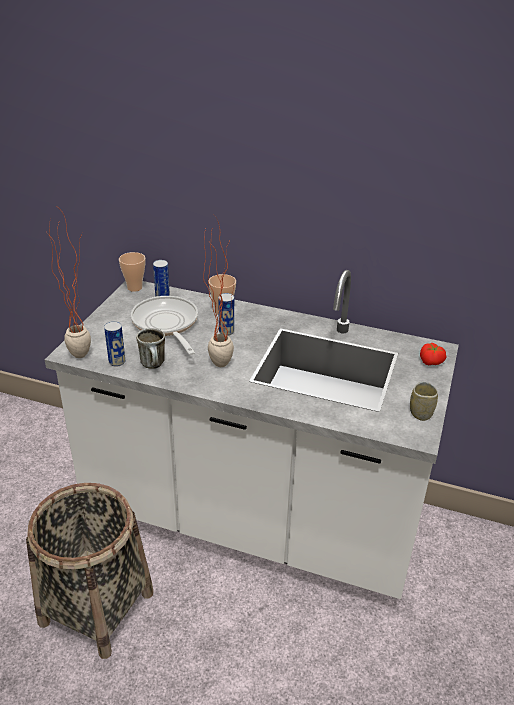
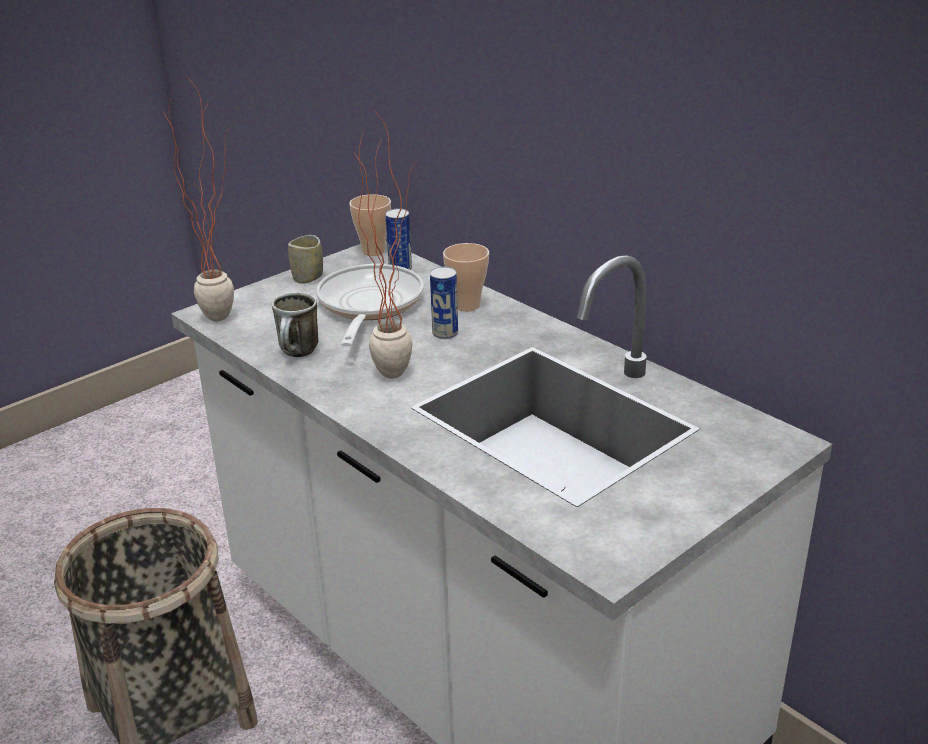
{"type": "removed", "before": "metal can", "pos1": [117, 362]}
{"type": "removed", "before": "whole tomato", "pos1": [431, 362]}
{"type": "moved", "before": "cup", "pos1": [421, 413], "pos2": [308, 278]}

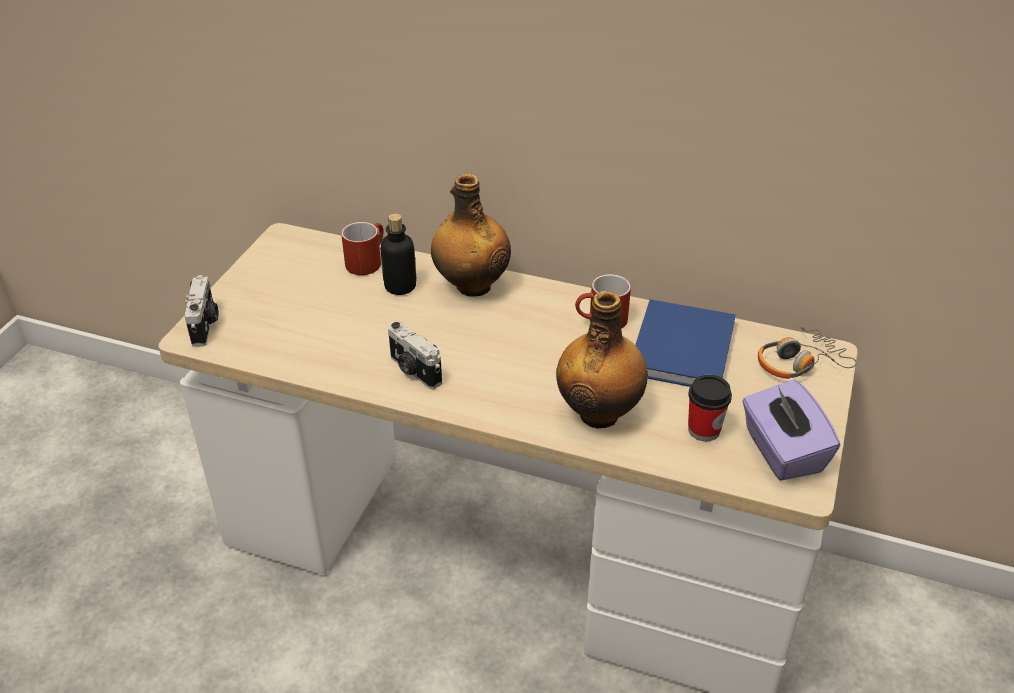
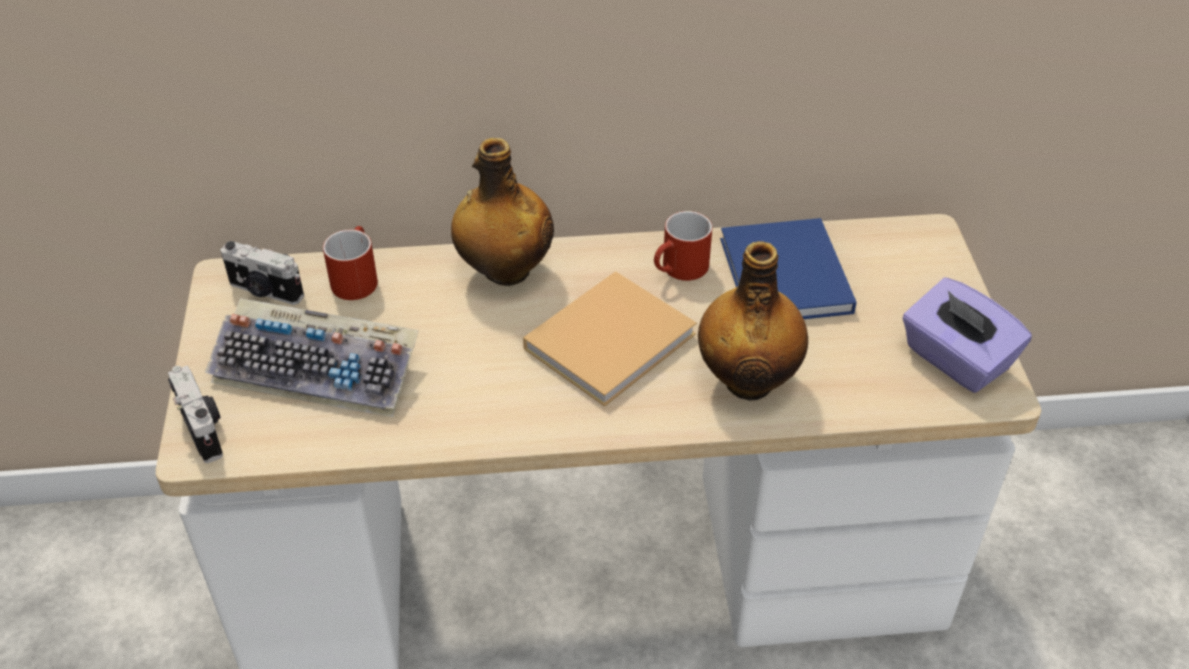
{"type": "removed", "before": "beverage bottle", "pos1": [400, 286]}
{"type": "moved", "before": "still camera", "pos1": [414, 371], "pos2": [265, 291]}
{"type": "removed", "before": "headset", "pos1": [799, 363]}
{"type": "removed", "before": "cup", "pos1": [704, 430]}
{"type": "added", "after": "beige volume", "pos2": [613, 339]}
{"type": "added", "after": "keyboard", "pos2": [320, 369]}

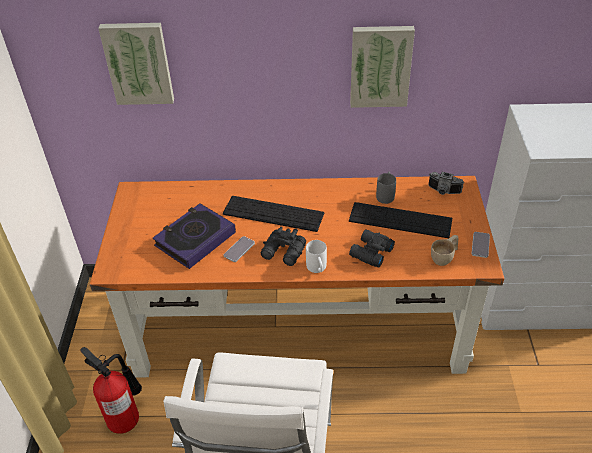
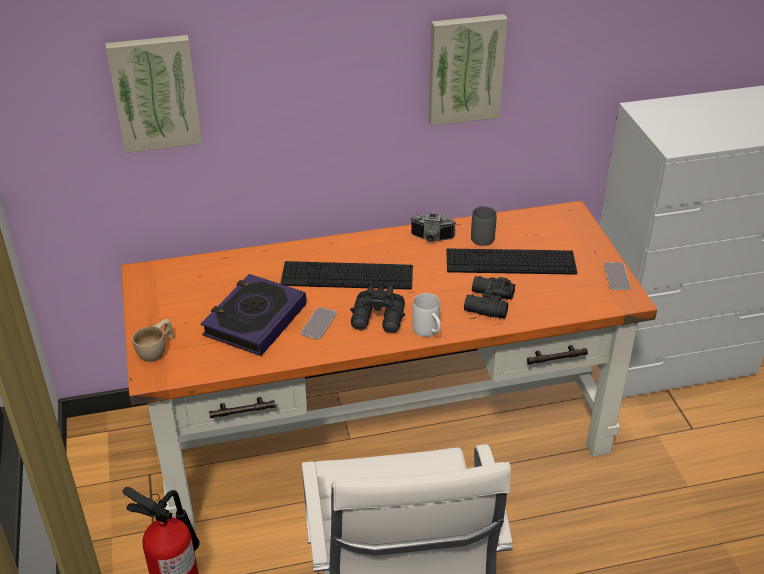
{"type": "moved", "before": "still camera", "pos1": [443, 192], "pos2": [431, 239]}
{"type": "moved", "before": "beige cup", "pos1": [445, 257], "pos2": [157, 350]}

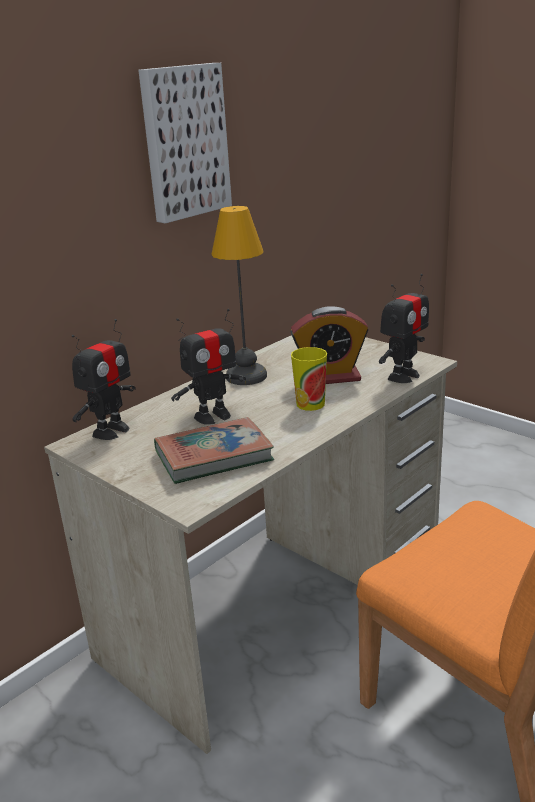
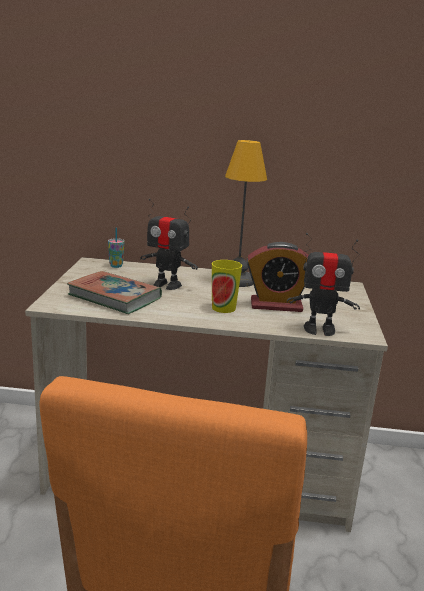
{"type": "removed", "before": "wall picture", "pos1": [183, 142]}
{"type": "turned", "before": "bedside clock", "pos1": [330, 377], "pos2": [276, 305], "turn": -45}
{"type": "replaced", "before": "toy robot", "after": "cup", "pos1": [111, 431], "pos2": [116, 266]}

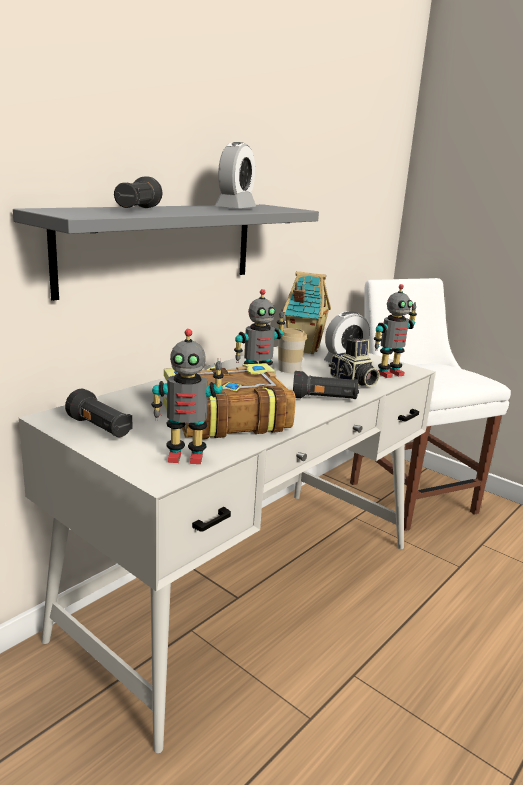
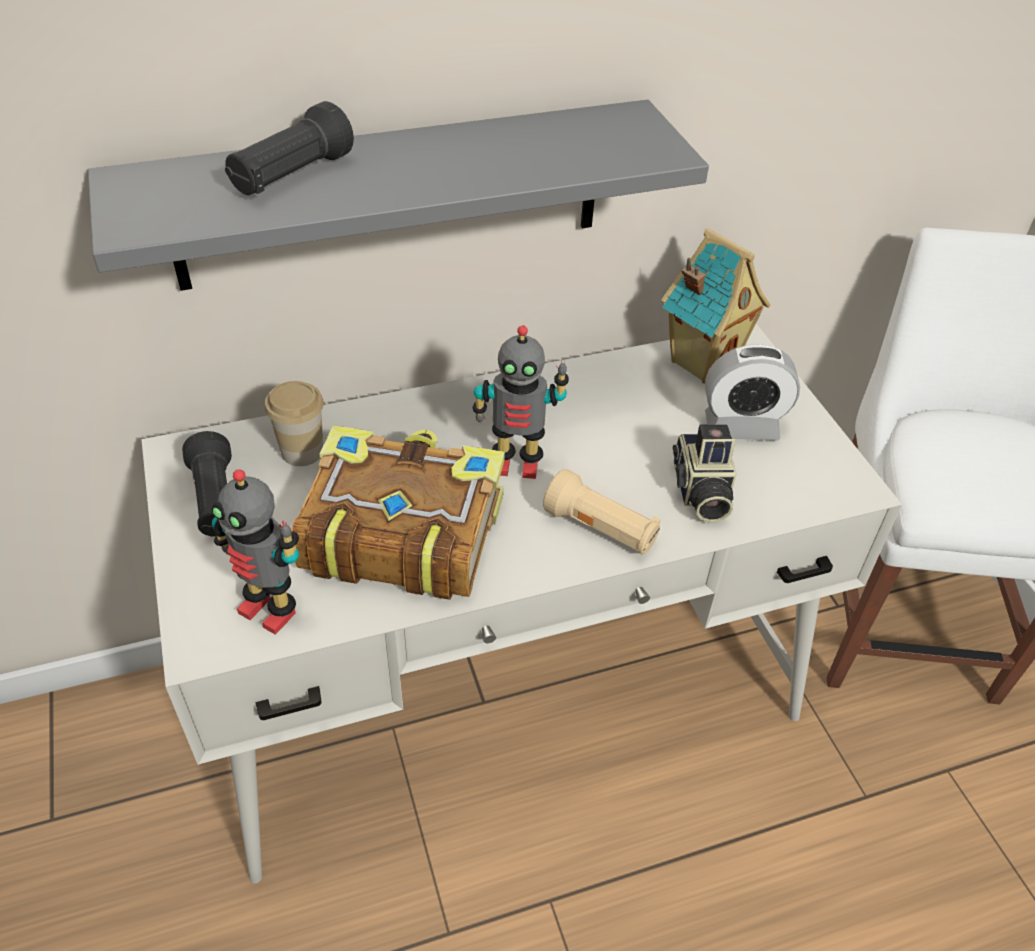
{"type": "removed", "before": "bedside clock", "pos1": [235, 208]}
{"type": "removed", "before": "toy robot", "pos1": [389, 373]}
{"type": "moved", "before": "cup", "pos1": [289, 369], "pos2": [302, 451]}
{"type": "recoloured", "before": "blackish torch", "after": "beige torch", "pos1": [324, 399], "pos2": [600, 530]}

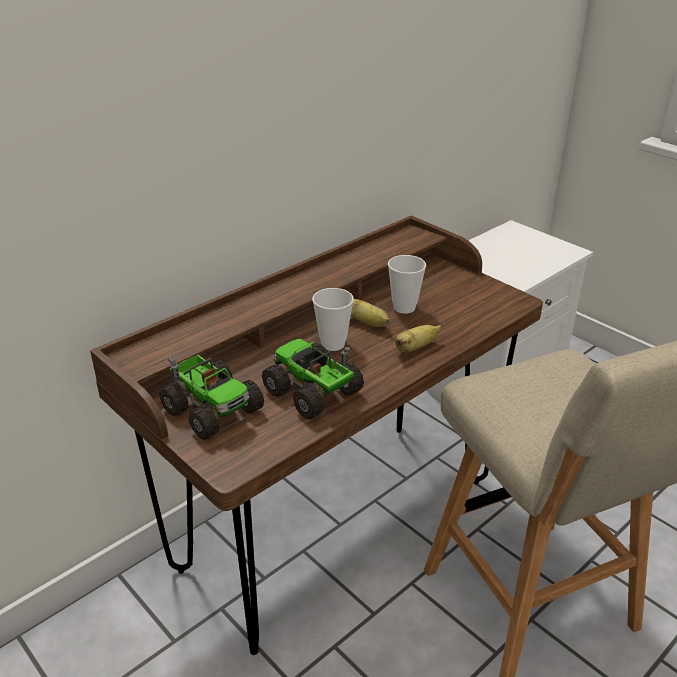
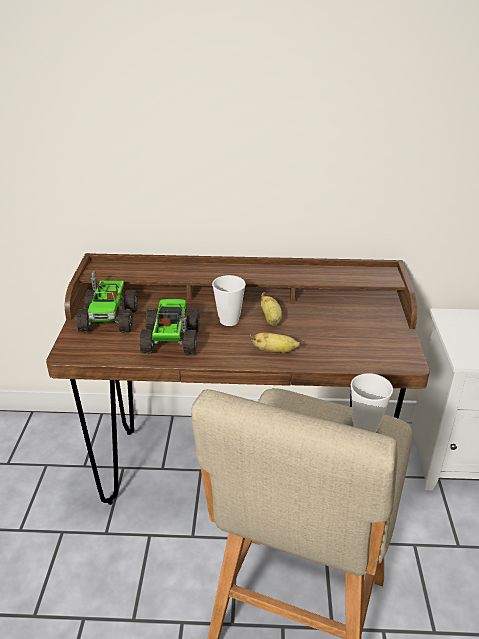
{"type": "moved", "before": "cup", "pos1": [404, 307], "pos2": [365, 427]}

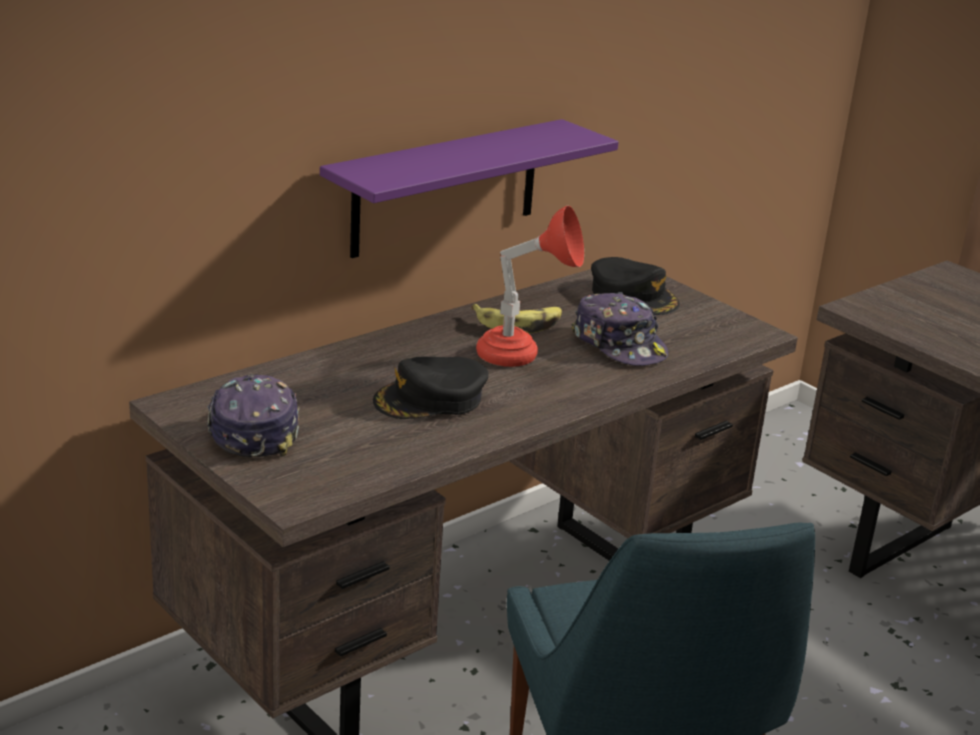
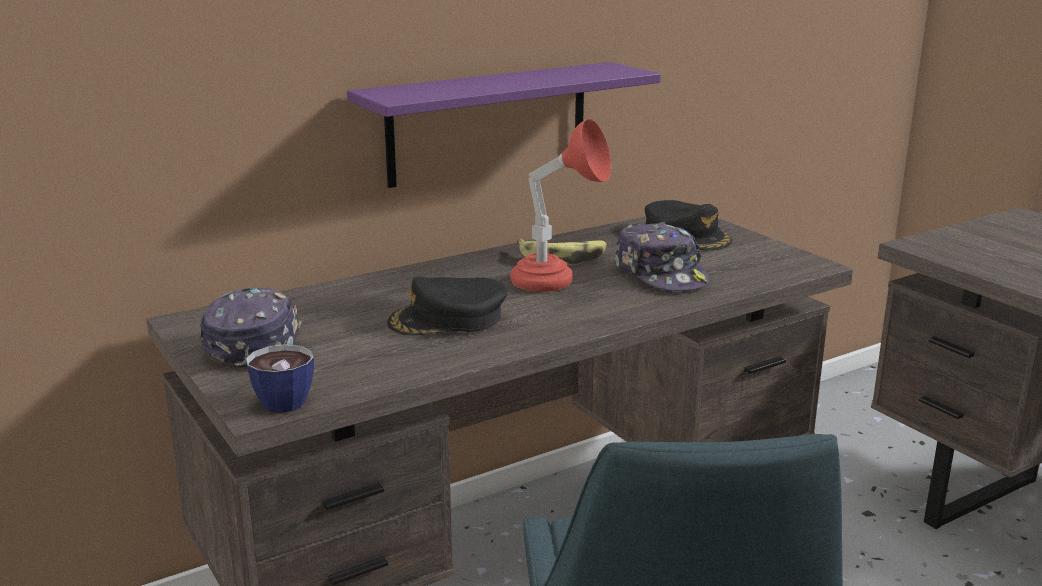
{"type": "added", "after": "cup", "pos2": [288, 398]}

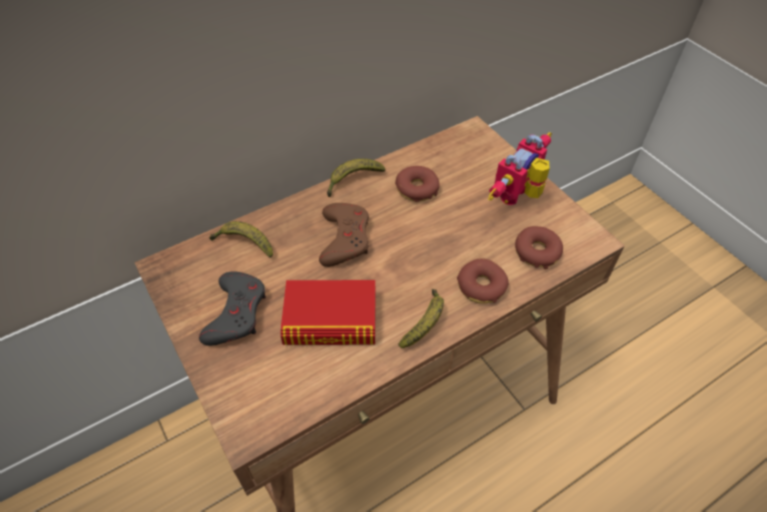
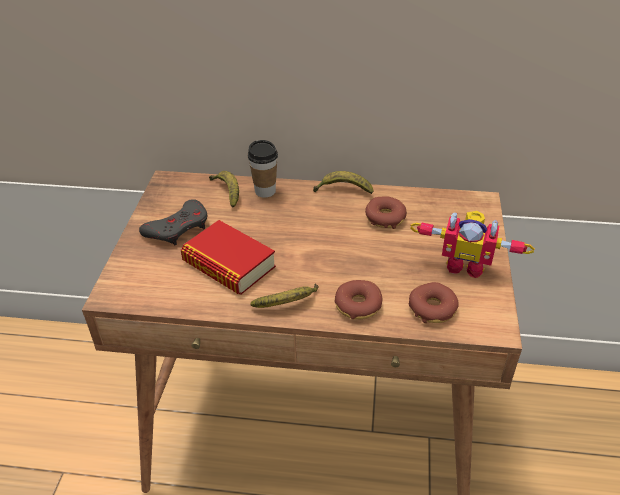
{"type": "turned", "before": "toy robot", "pos1": [520, 197], "pos2": [465, 264], "turn": -150}
{"type": "removed", "before": "brownish joypad", "pos1": [345, 238]}
{"type": "added", "after": "cup", "pos2": [265, 191]}

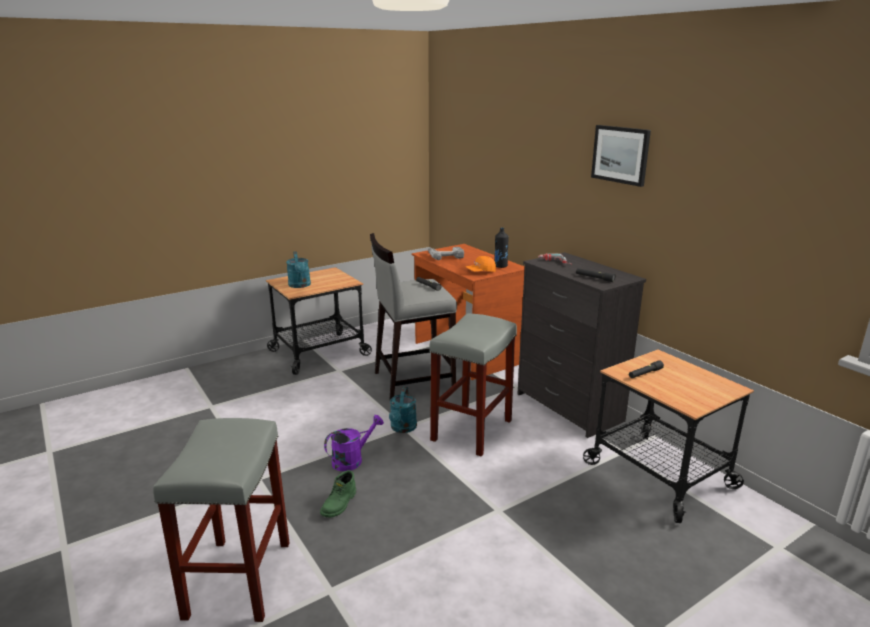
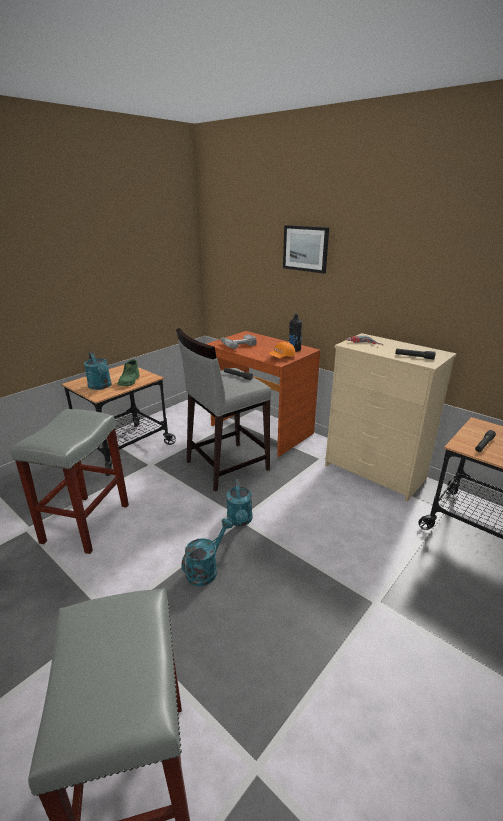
{"type": "moved", "before": "wall picture", "pos1": [620, 154], "pos2": [305, 248]}
{"type": "recoloured", "before": "blackish drawer chest", "after": "beige drawer chest", "pos1": [569, 408], "pos2": [375, 472]}
{"type": "moved", "before": "greyish stool seat", "pos1": [472, 429], "pos2": [86, 522]}
{"type": "recoloured", "before": "purplish watering pot", "after": "blue-green watering pot", "pos1": [352, 460], "pos2": [206, 569]}
{"type": "moved", "before": "green boot", "pos1": [339, 504], "pos2": [130, 381]}

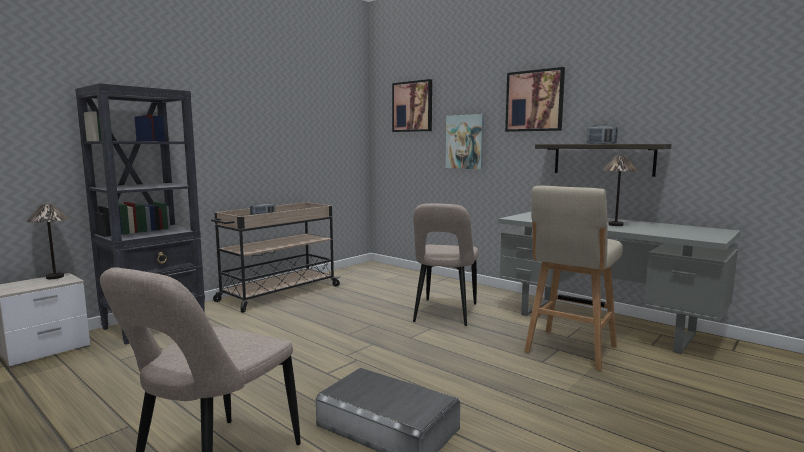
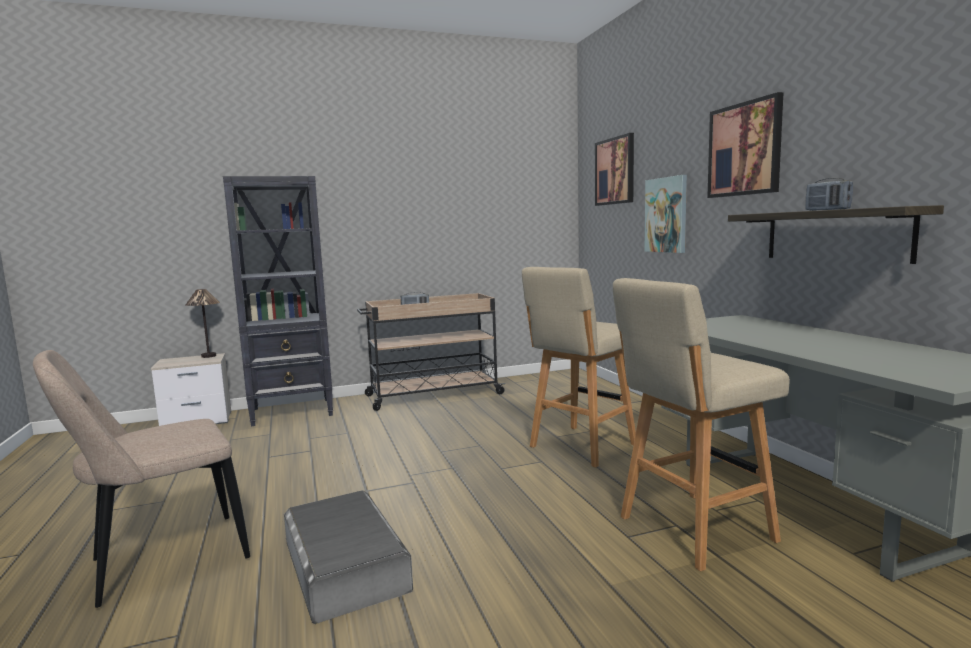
{"type": "removed", "before": "table lamp", "pos1": [616, 225]}
{"type": "replaced", "before": "beige upright chair", "after": "beige stool seat", "pos1": [444, 314], "pos2": [580, 446]}

